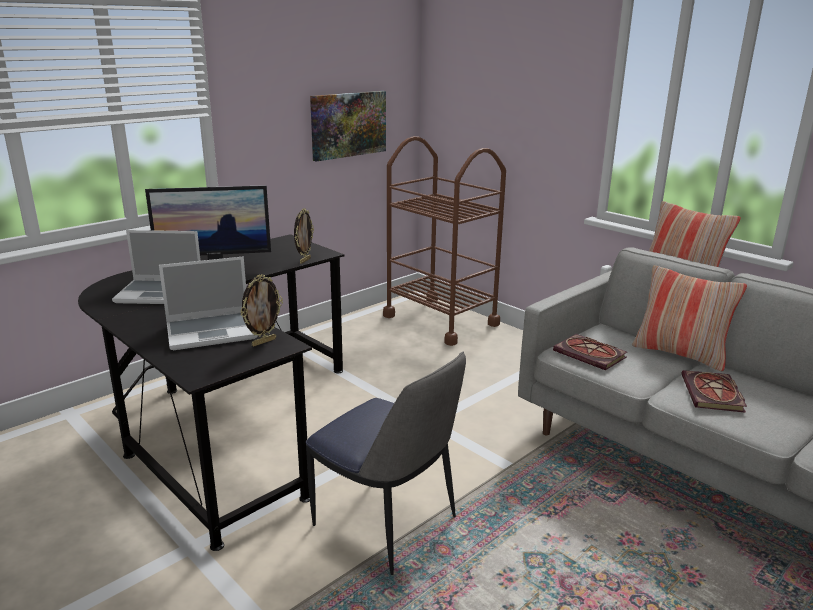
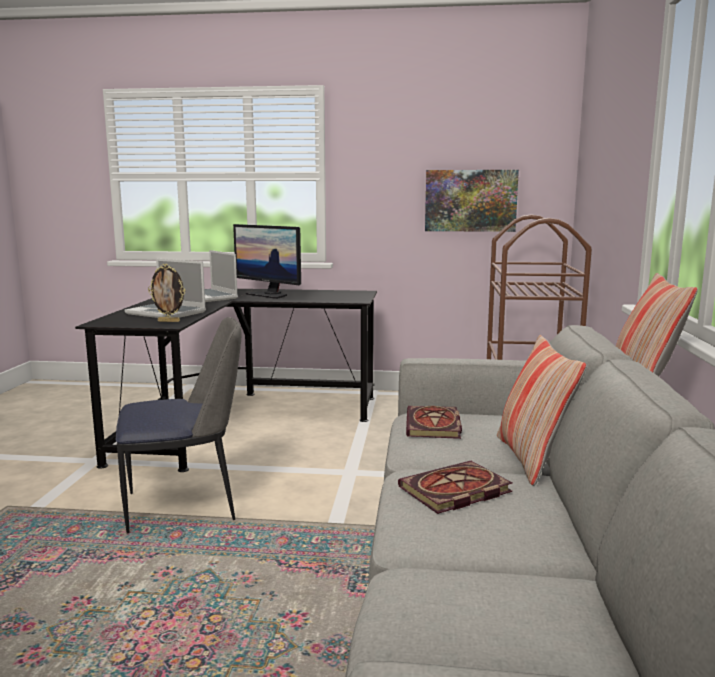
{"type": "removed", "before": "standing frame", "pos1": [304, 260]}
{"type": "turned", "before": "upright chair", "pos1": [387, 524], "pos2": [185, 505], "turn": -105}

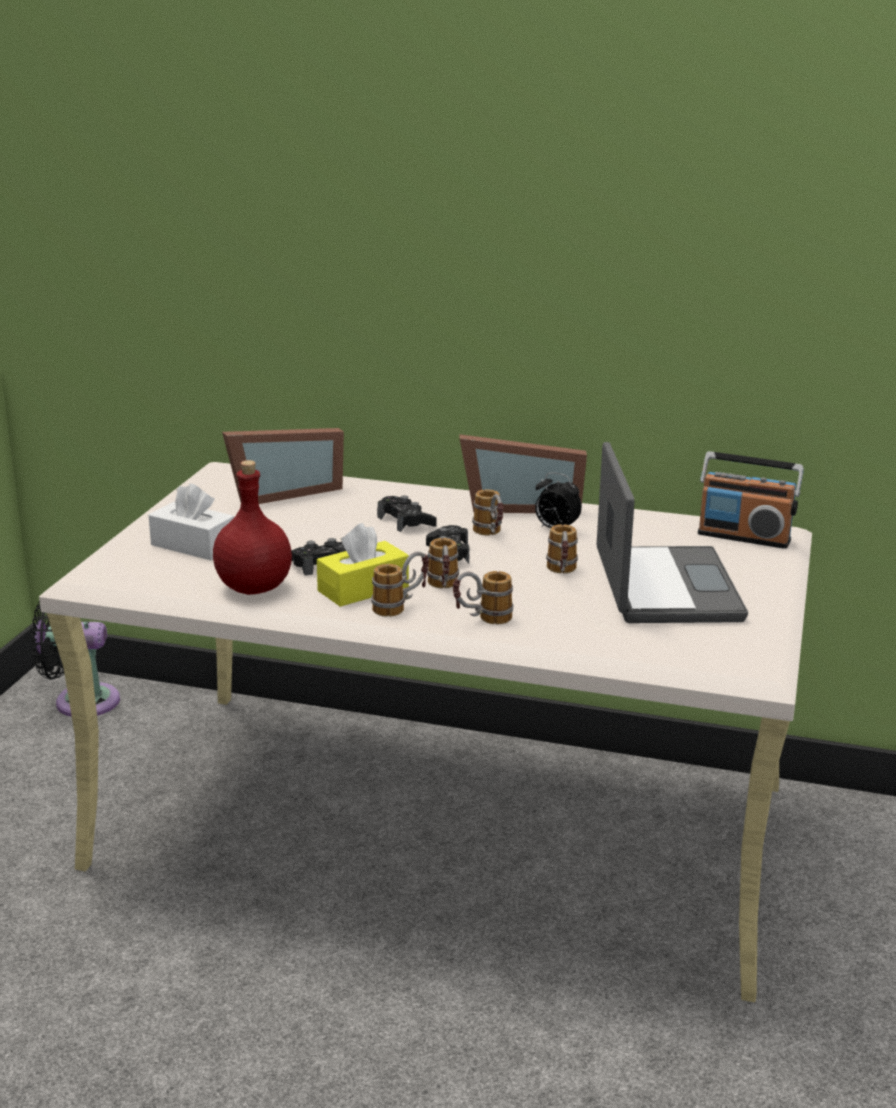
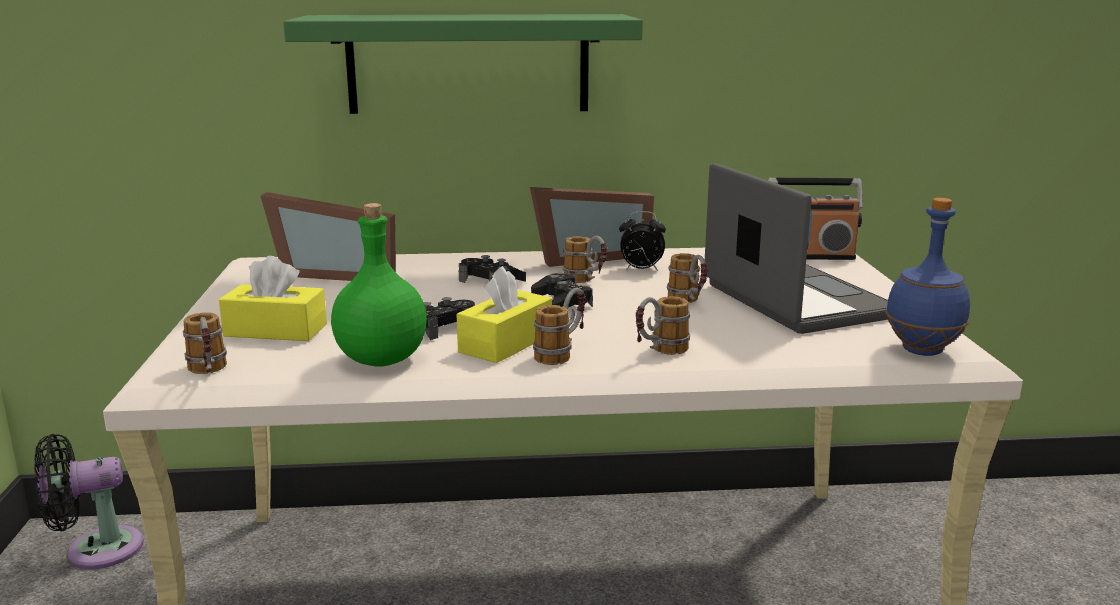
{"type": "turned", "before": "standing frame", "pos1": [282, 492], "pos2": [338, 273], "turn": 60}
{"type": "recoloured", "before": "red-coloured beverage bottle", "after": "green beverage bottle", "pos1": [255, 587], "pos2": [383, 359]}
{"type": "recoloured", "before": "white-coloured tissue holder", "after": "yellowish tissue holder", "pos1": [193, 545], "pos2": [275, 330]}
{"type": "moved", "before": "mug", "pos1": [443, 588], "pos2": [209, 373]}
{"type": "added", "after": "green shelf", "pos2": [468, 64]}
{"type": "added", "after": "bluish beverage bottle", "pos2": [922, 351]}

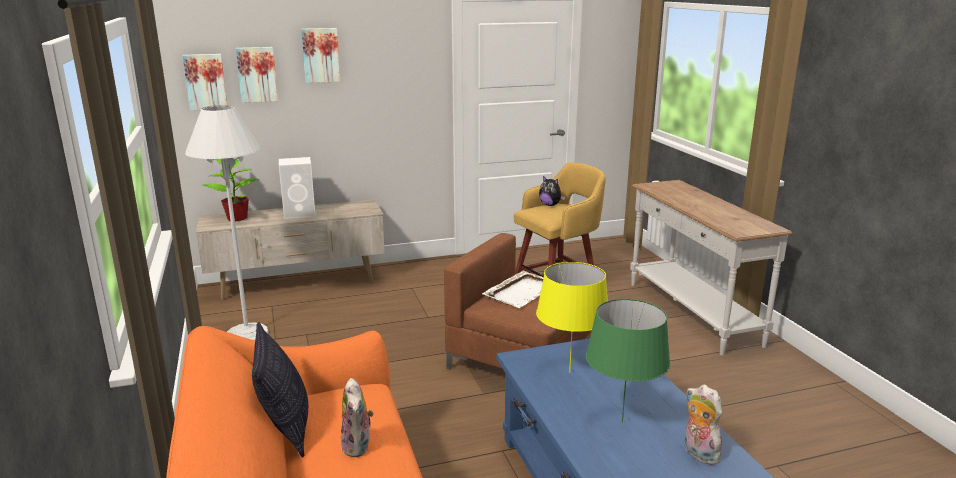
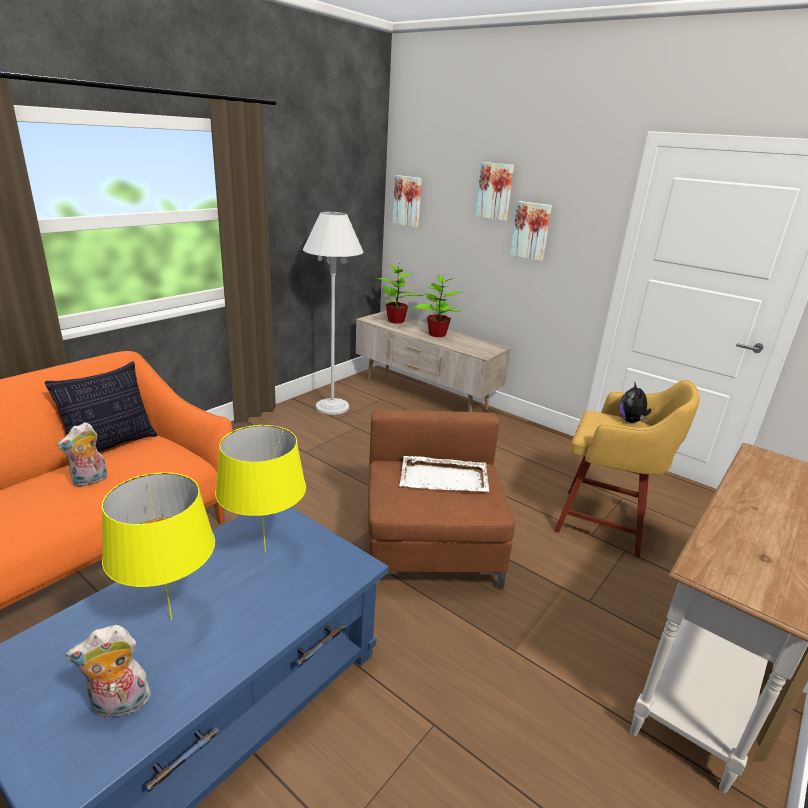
{"type": "moved", "before": "wall picture", "pos1": [257, 74], "pos2": [531, 230]}
{"type": "replaced", "before": "white-coloured speaker", "after": "plant in a pot", "pos1": [300, 213], "pos2": [437, 334]}
{"type": "recoloured", "before": "green table lamp", "after": "yellowish table lamp", "pos1": [622, 422], "pos2": [170, 619]}
{"type": "turned", "before": "plush toy", "pos1": [698, 453], "pos2": [119, 706], "turn": -135}

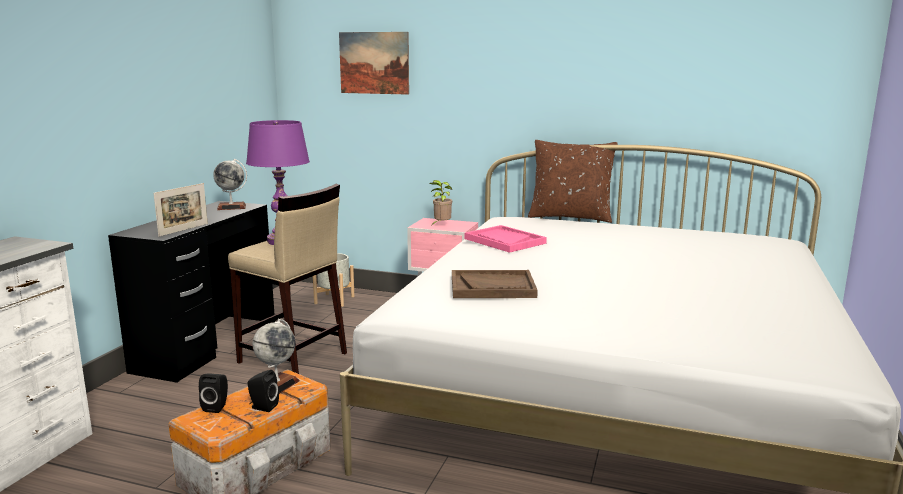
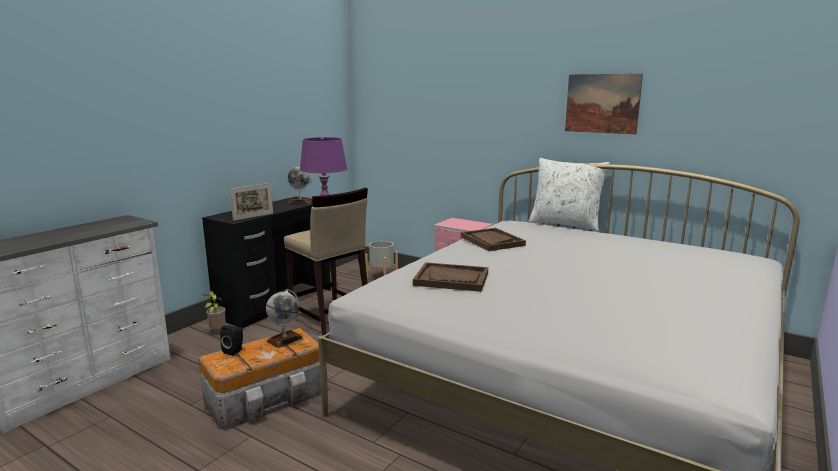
{"type": "moved", "before": "wall picture", "pos1": [374, 63], "pos2": [602, 103]}
{"type": "recoloured", "before": "brownish throw pillow", "after": "white-coloured throw pillow", "pos1": [570, 217], "pos2": [565, 224]}
{"type": "moved", "before": "plant in a pot", "pos1": [441, 225], "pos2": [216, 332]}
{"type": "recoloured", "before": "pink carrying tray", "after": "brownish carrying tray", "pos1": [504, 241], "pos2": [492, 241]}
{"type": "removed", "before": "blackish speaker", "pos1": [262, 407]}

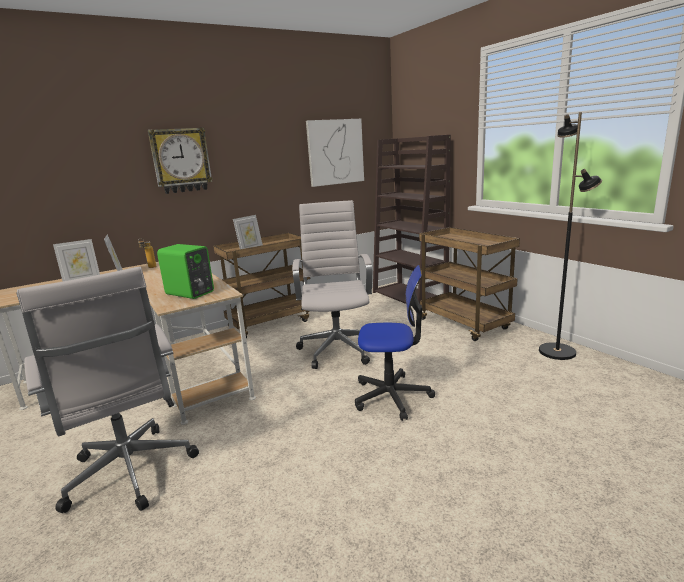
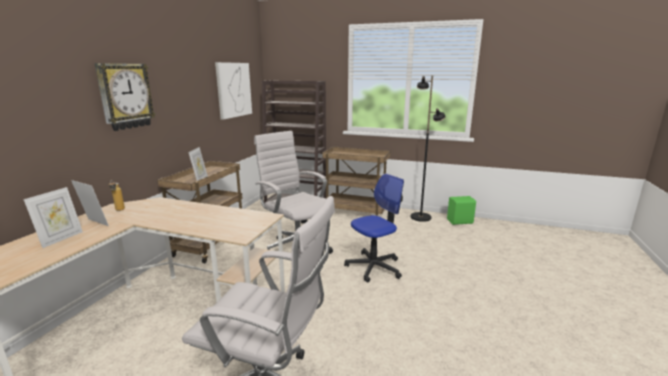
{"type": "moved", "before": "green speaker", "pos1": [189, 294], "pos2": [460, 222]}

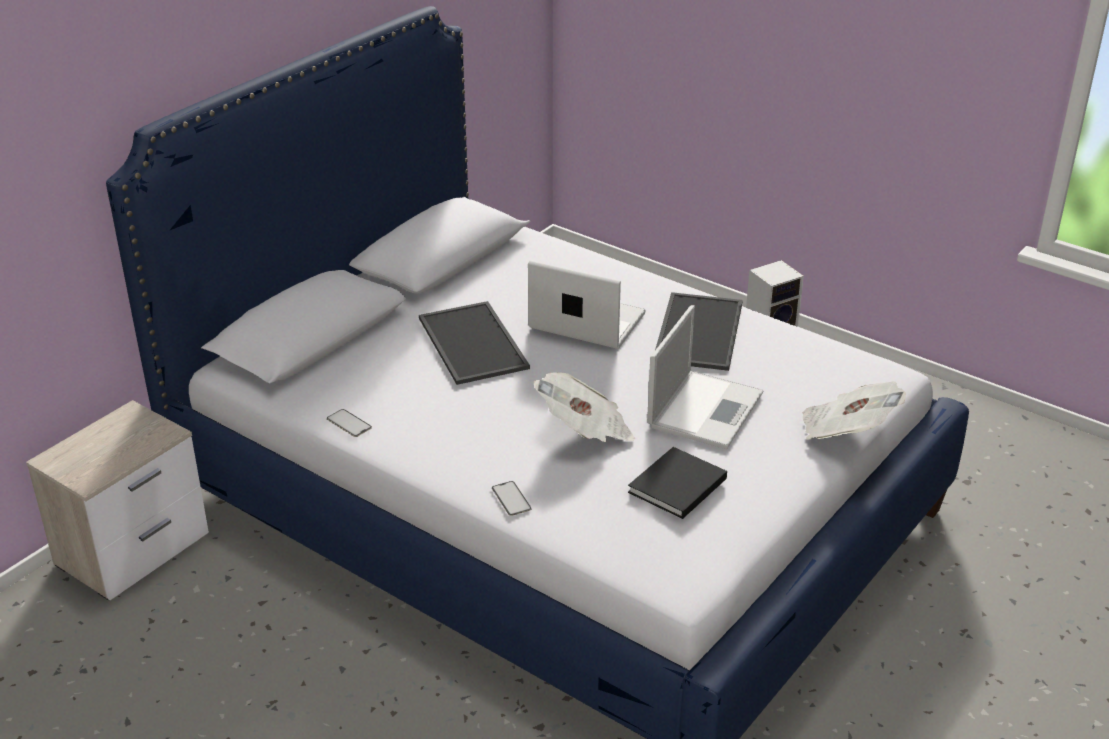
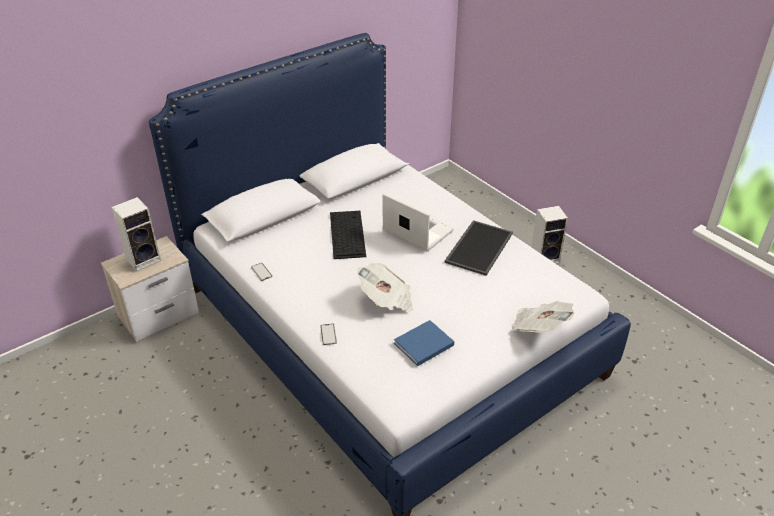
{"type": "replaced", "before": "carrying tray", "after": "keyboard", "pos1": [470, 342], "pos2": [347, 233]}
{"type": "removed", "before": "portable computer", "pos1": [706, 408]}
{"type": "recoloured", "before": "blackish volume", "after": "bluish volume", "pos1": [675, 487], "pos2": [422, 345]}
{"type": "added", "after": "speaker", "pos2": [144, 259]}

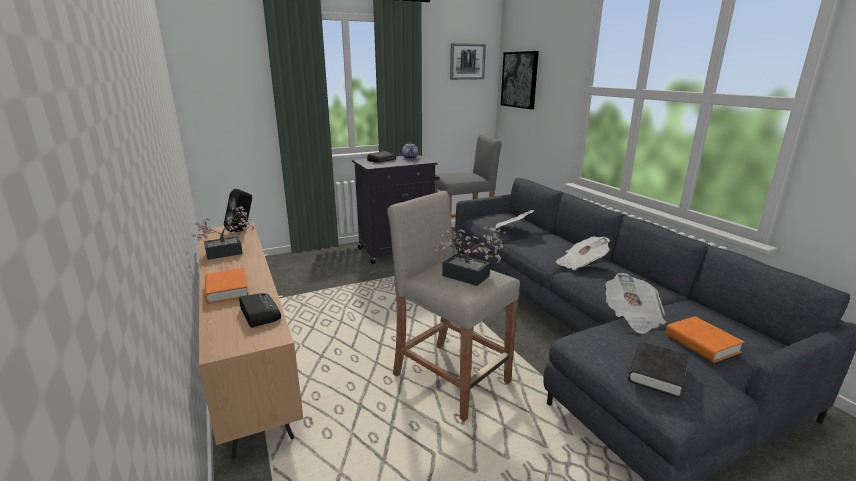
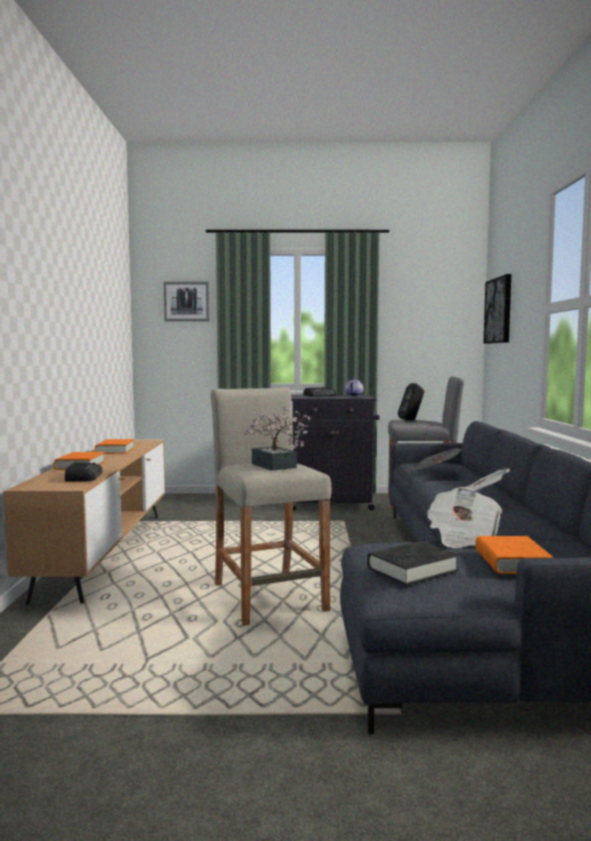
{"type": "moved", "before": "wall picture", "pos1": [467, 61], "pos2": [186, 301]}
{"type": "moved", "before": "blackish speaker", "pos1": [242, 230], "pos2": [411, 420]}
{"type": "replaced", "before": "plant in a pot", "after": "orangey volume", "pos1": [229, 252], "pos2": [115, 450]}

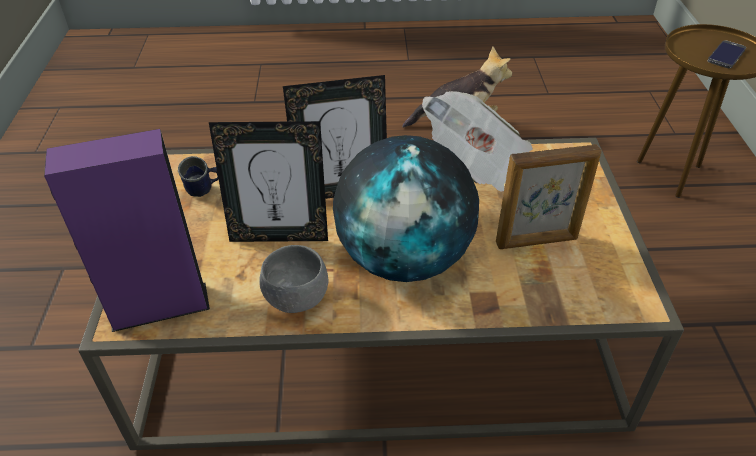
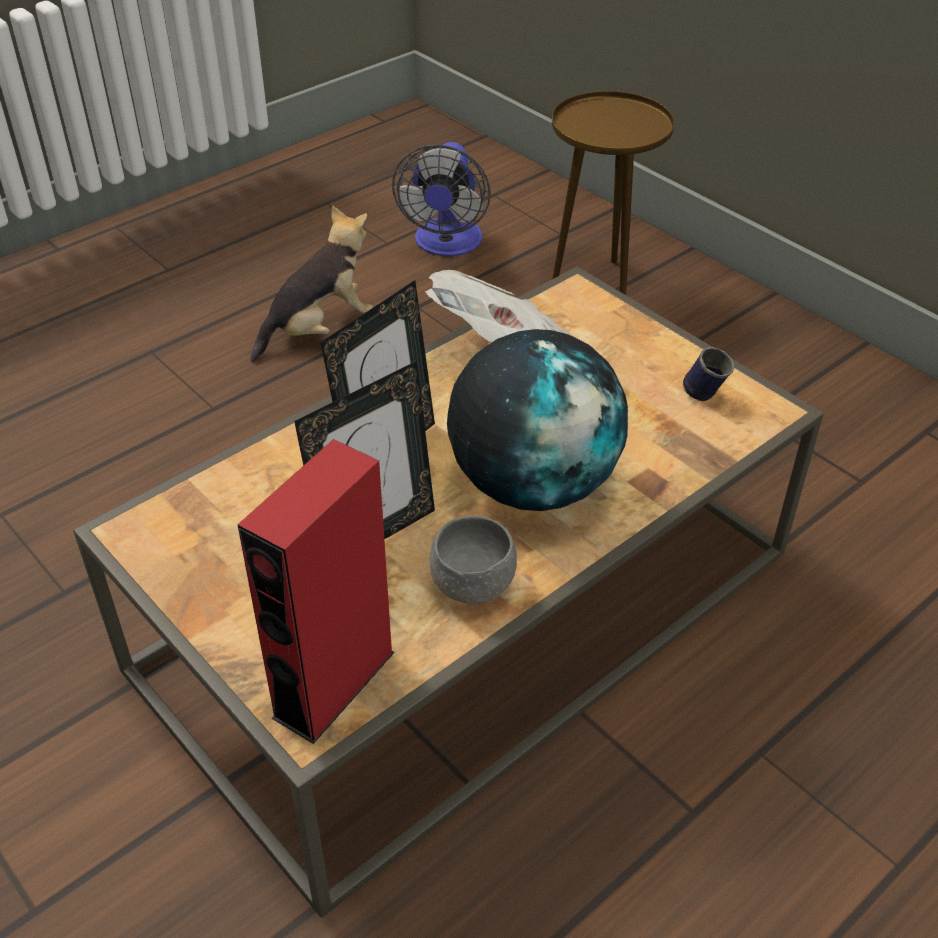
{"type": "removed", "before": "handset", "pos1": [726, 55]}
{"type": "recoloured", "before": "purplish speaker", "after": "red-coloured speaker", "pos1": [159, 306], "pos2": [334, 684]}
{"type": "removed", "before": "standing frame", "pos1": [537, 241]}
{"type": "moved", "before": "bluish mug", "pos1": [204, 192], "pos2": [707, 391]}
{"type": "added", "after": "cooling fan", "pos2": [446, 244]}

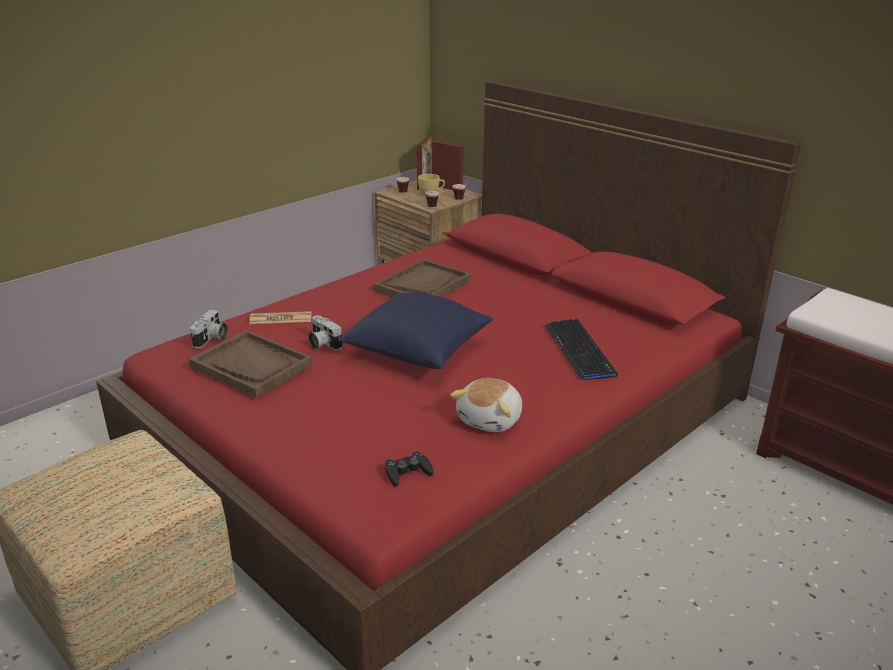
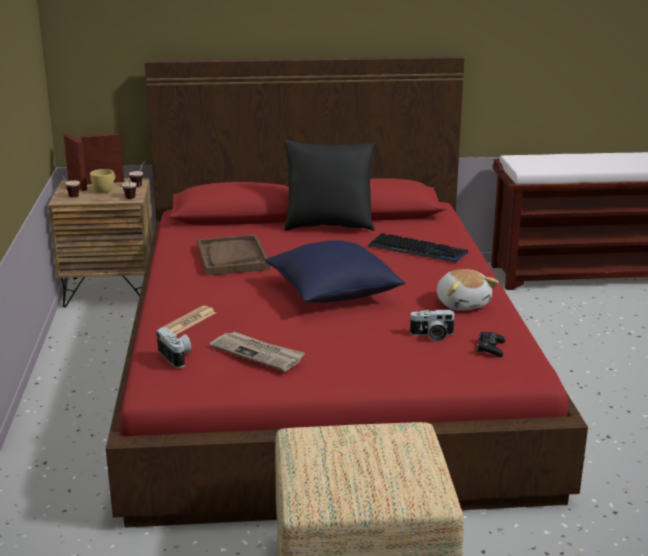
{"type": "moved", "before": "still camera", "pos1": [322, 344], "pos2": [432, 336]}
{"type": "replaced", "before": "brownish carrying tray", "after": "newspaper", "pos1": [252, 366], "pos2": [258, 353]}
{"type": "added", "after": "blackish throw pillow", "pos2": [329, 226]}

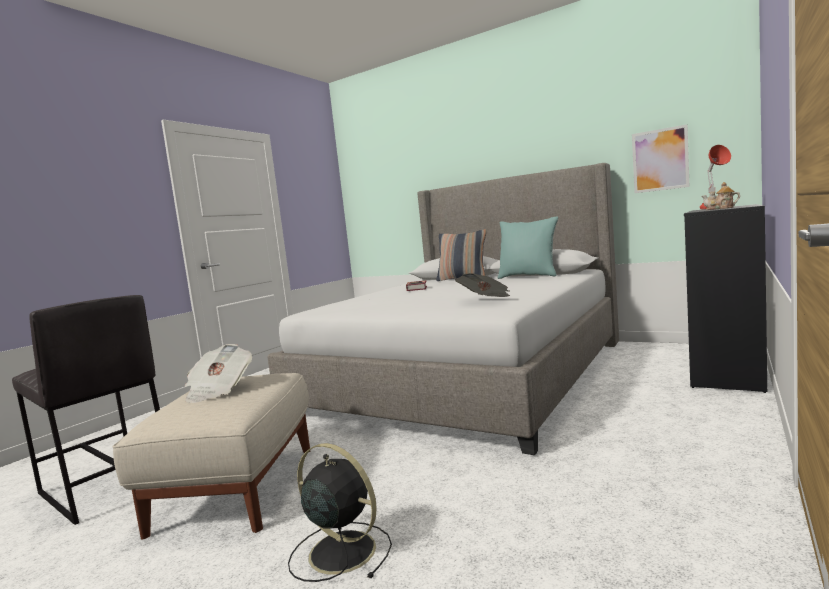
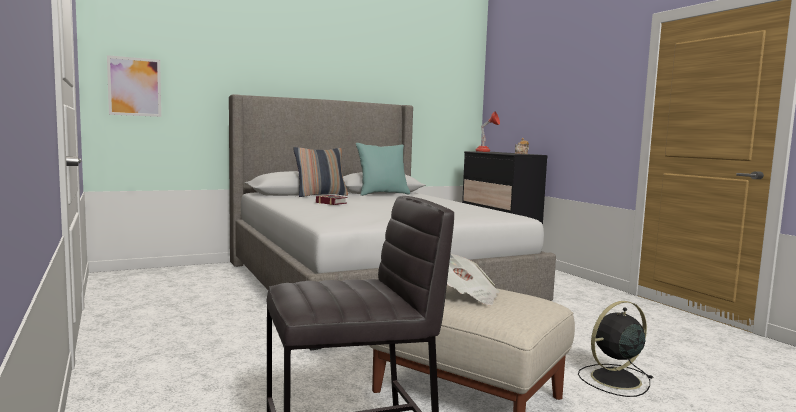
{"type": "moved", "before": "wall picture", "pos1": [660, 160], "pos2": [134, 86]}
{"type": "removed", "before": "newspaper", "pos1": [486, 301]}

